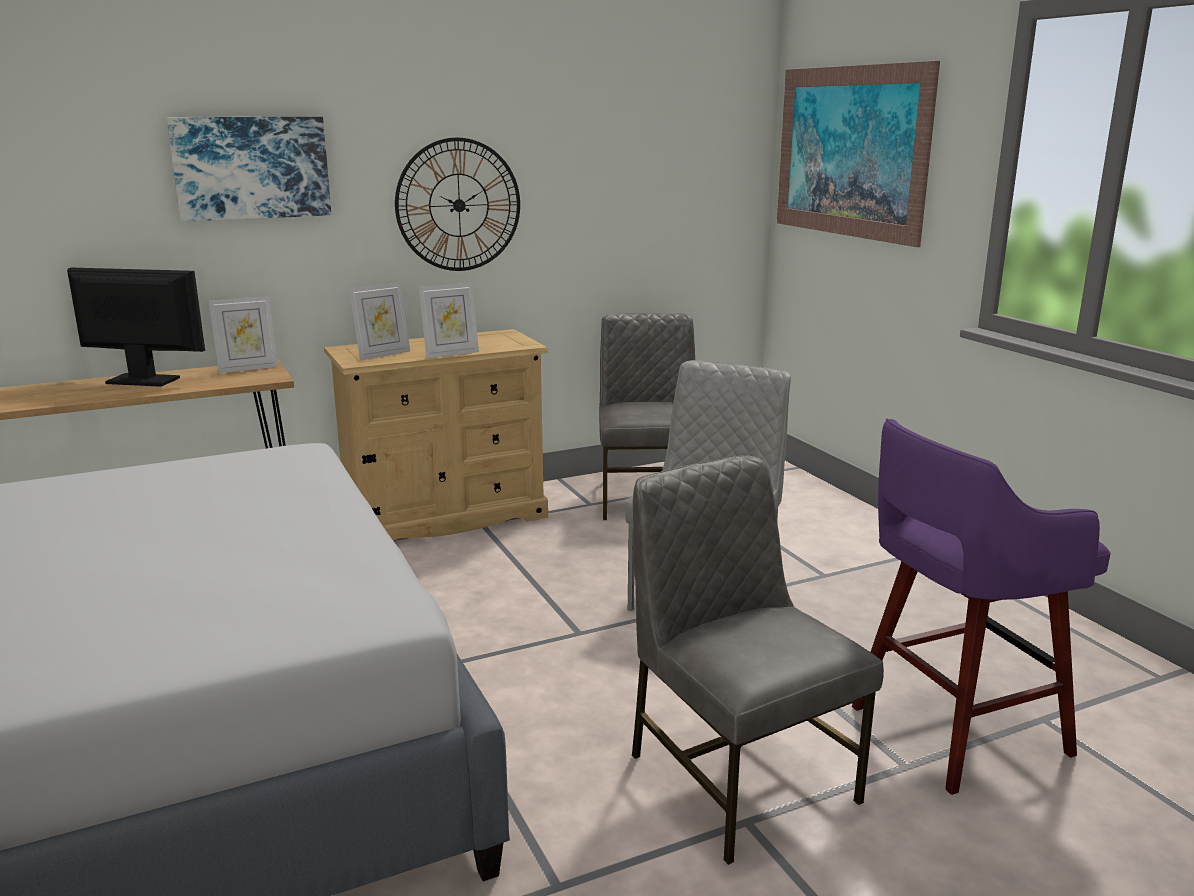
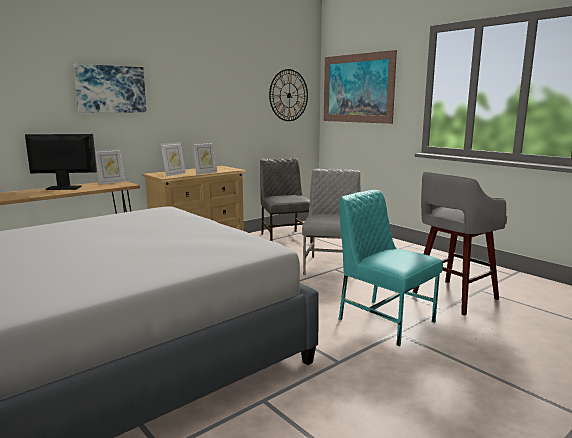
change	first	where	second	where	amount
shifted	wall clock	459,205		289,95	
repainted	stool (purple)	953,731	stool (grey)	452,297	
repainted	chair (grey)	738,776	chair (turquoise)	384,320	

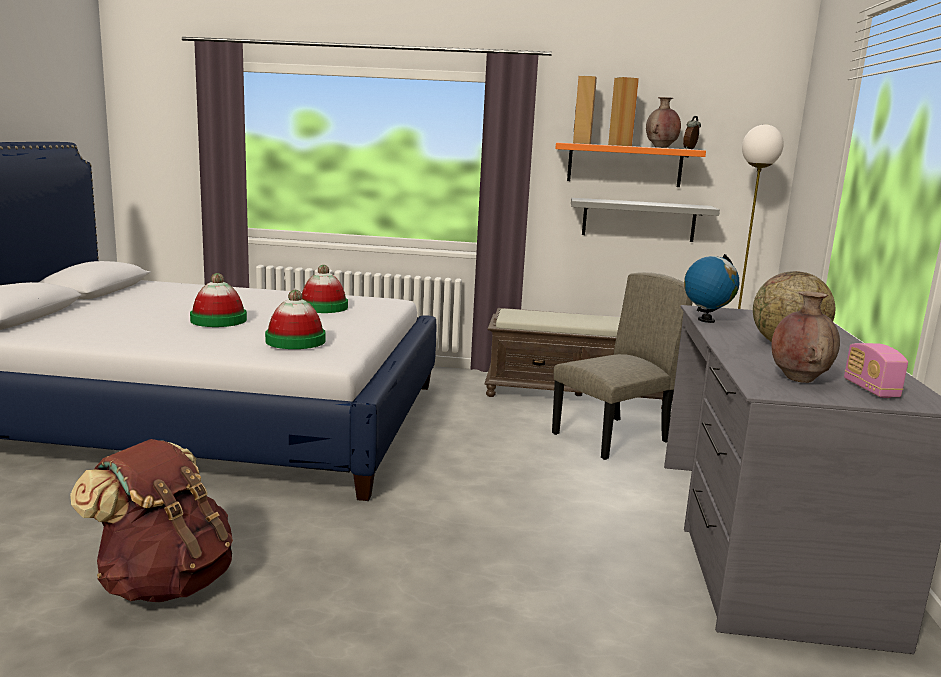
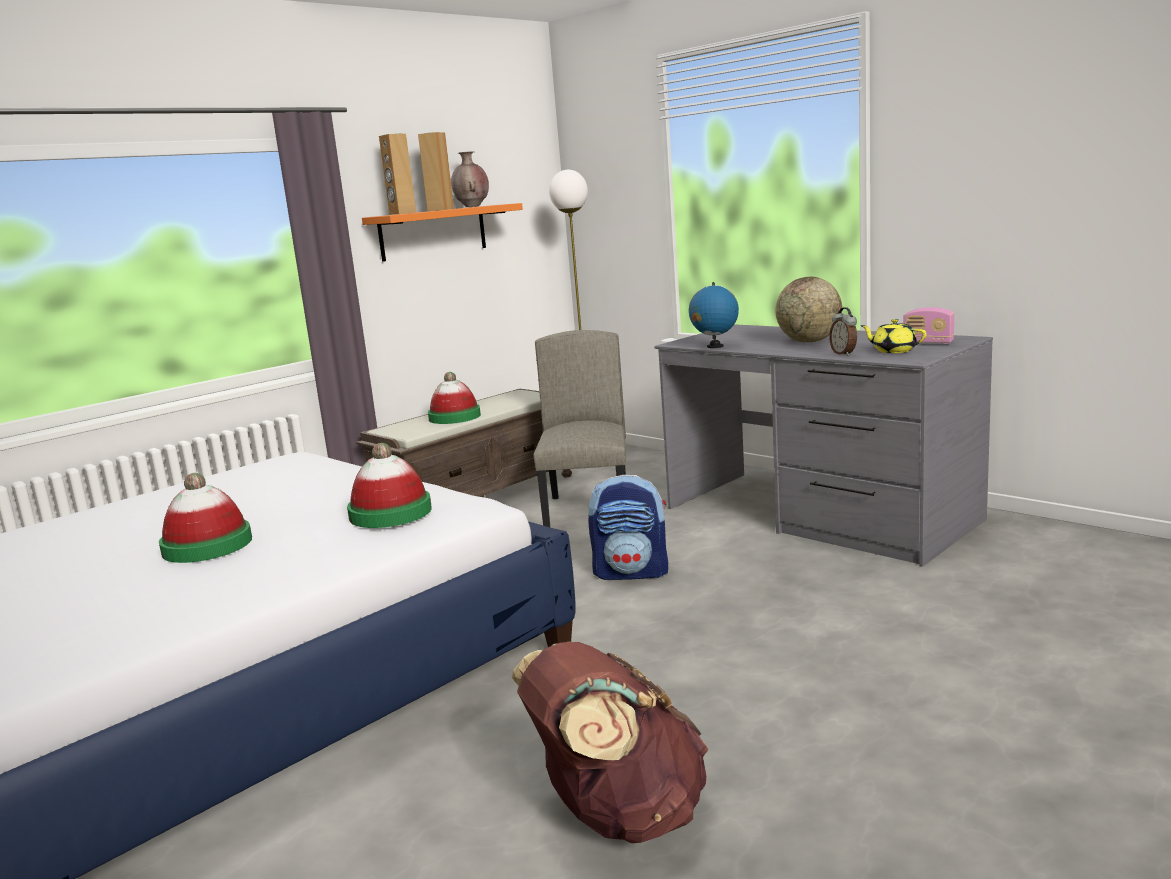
change	first	where	second	where	amount
shifted	alarm clock	690,149		844,354	
gone	shelf (grey)	638,220			
shifted	hat	323,307		454,417	
swapped	vase (brown)	798,379	teapot (yellow)	893,351	
new			backpack	632,572	

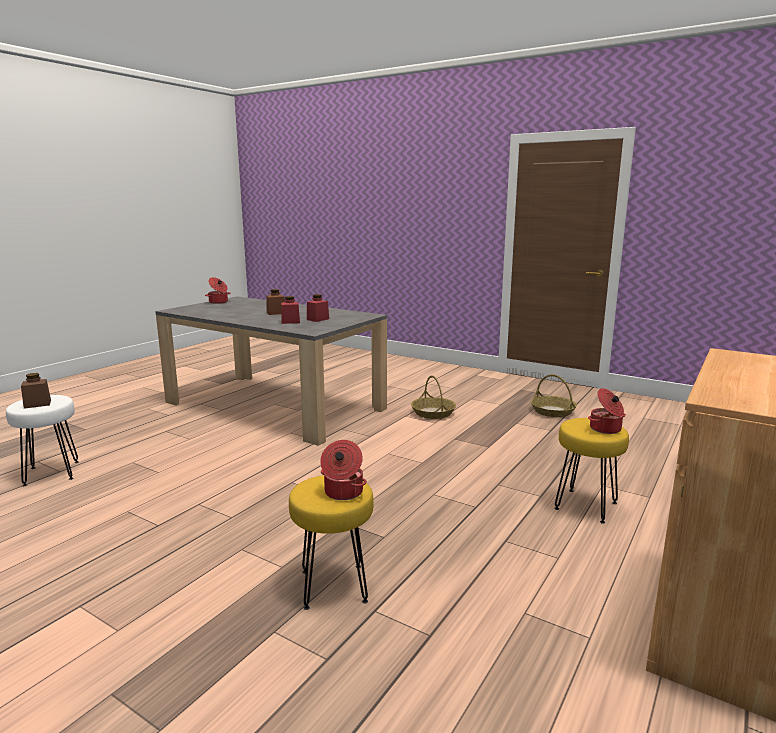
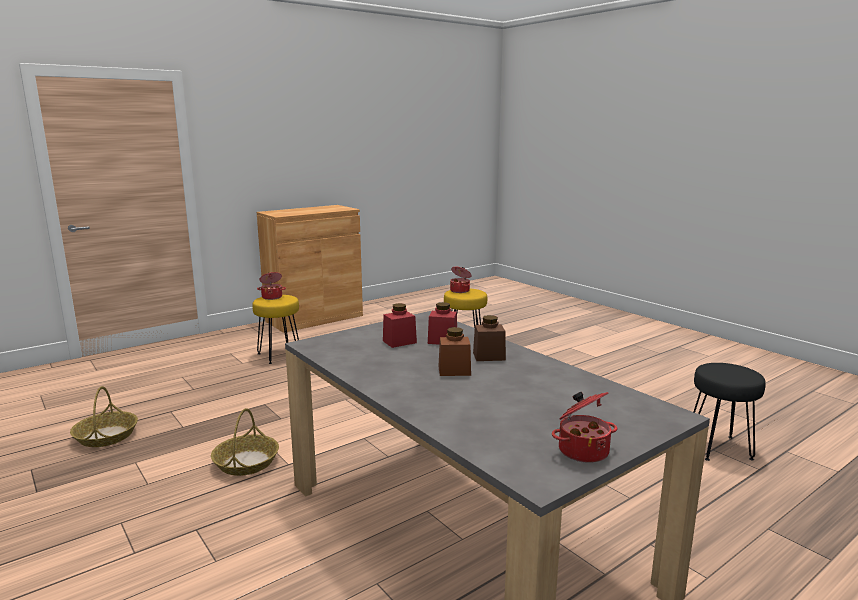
change	first	where	second	where	amount
shifted	jar (brown)	37,404		489,356	
repainted	stool (white)	51,473	stool (black)	720,448	

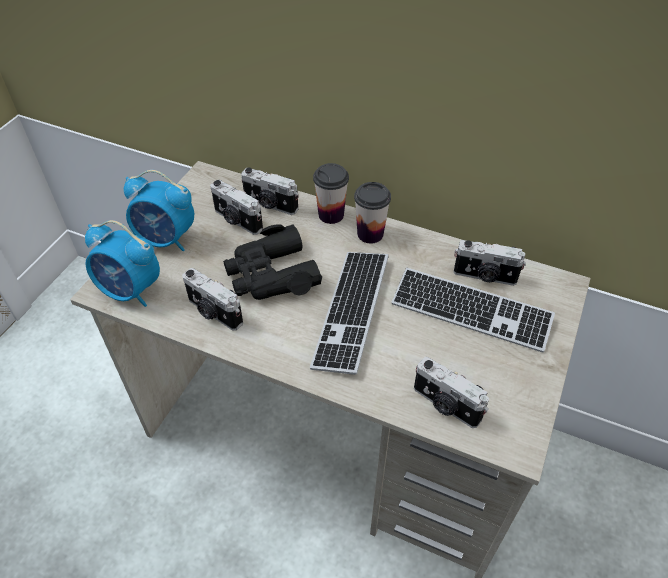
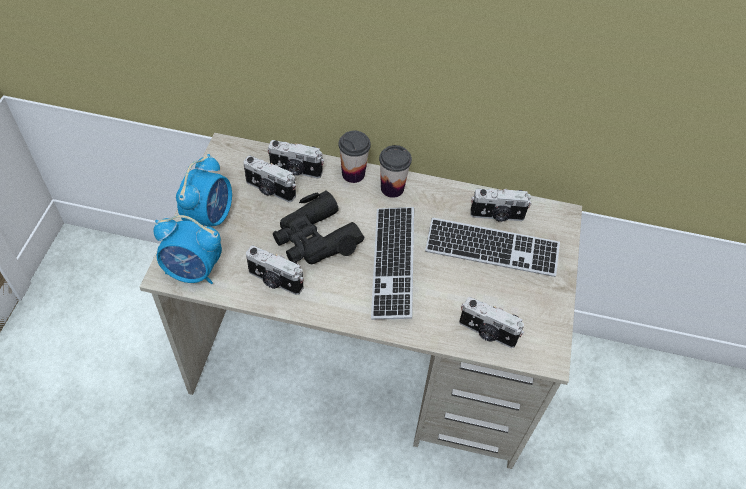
change	first	where	second	where	amount
rotated	alarm clock	166,239		210,217	75 degrees counterclockwise

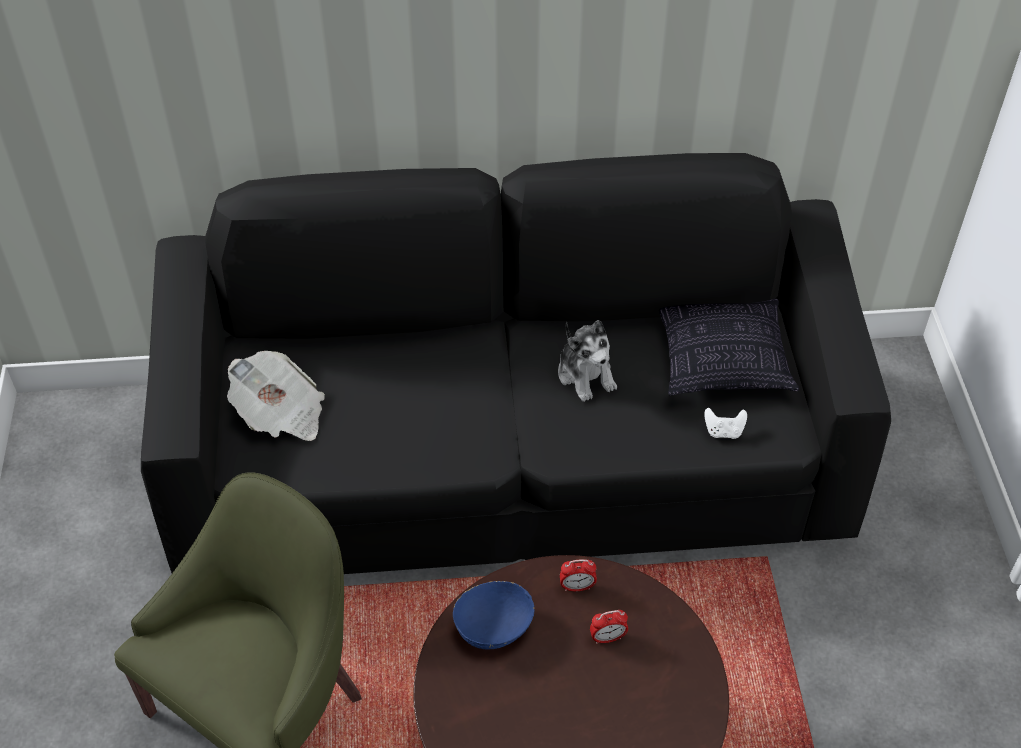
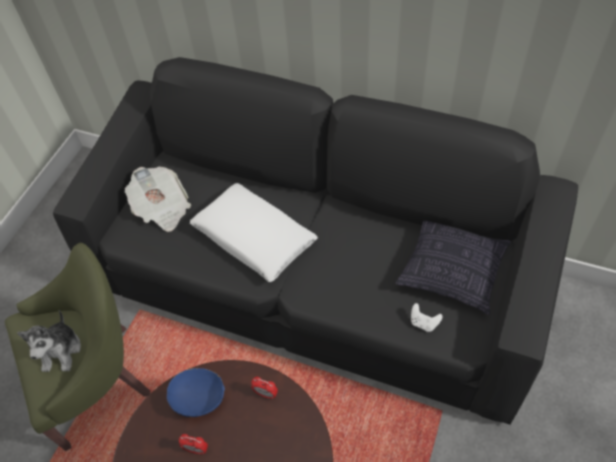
change	first	where	second	where	amount
shifted	plush toy	586,375		61,351	
shifted	alarm clock	607,638		196,449	
new			pillow (white)	254,238	

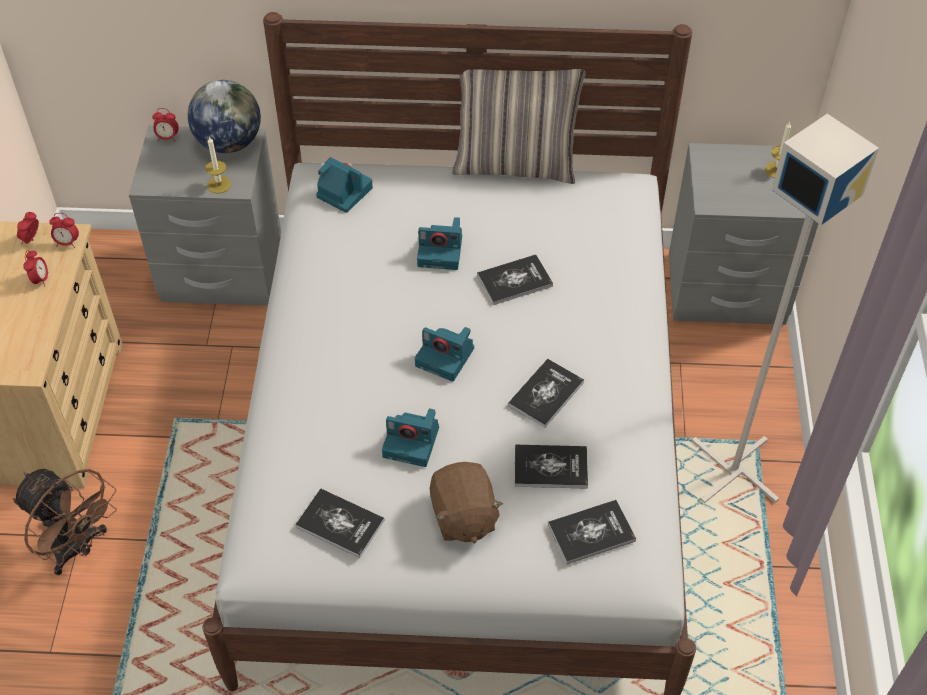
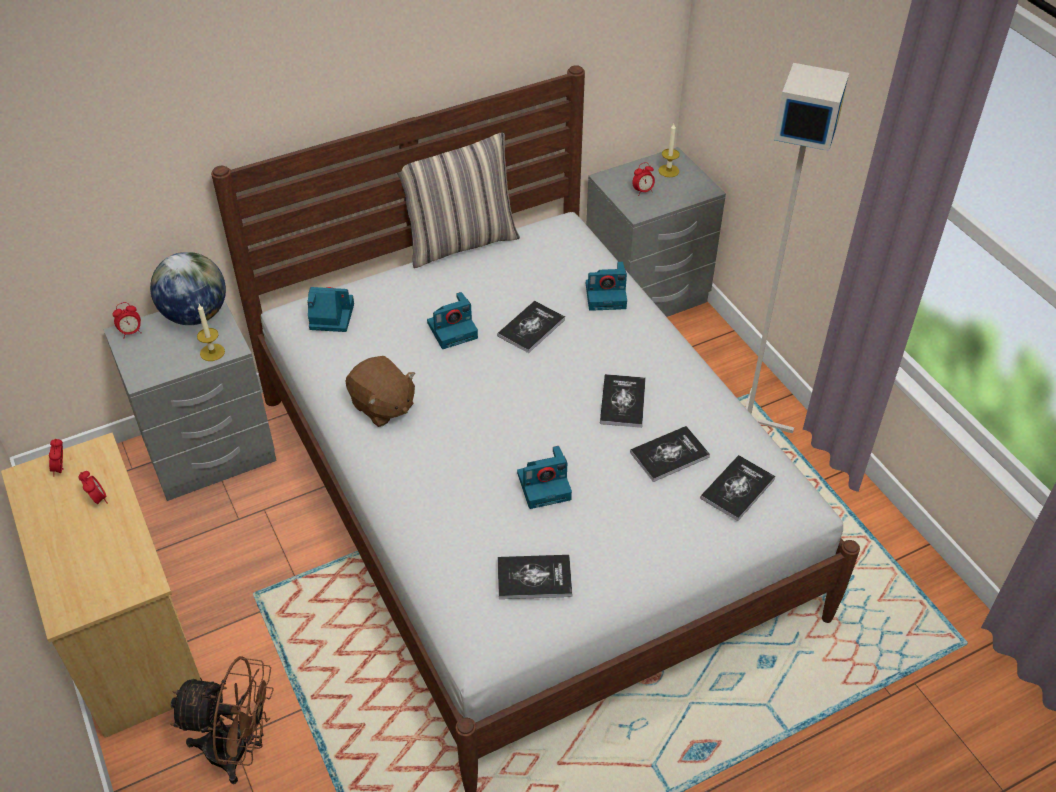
change	first	where	second	where	amount
shifted	alarm clock	67,243		643,191	
shifted	photo camera	446,357		606,295	
shifted	plush toy (brown)	463,516		382,406	

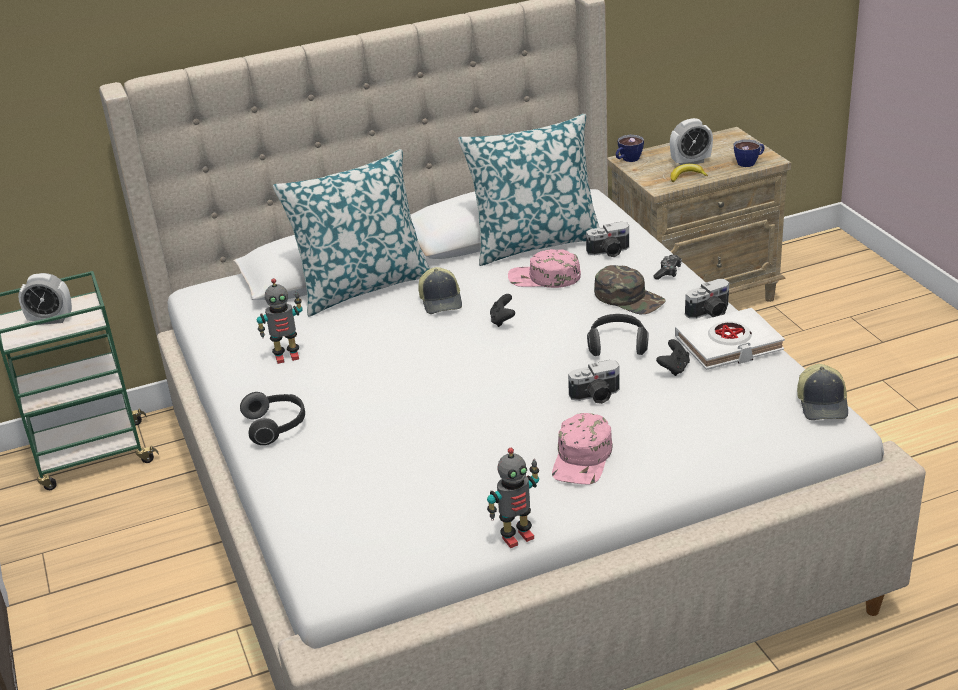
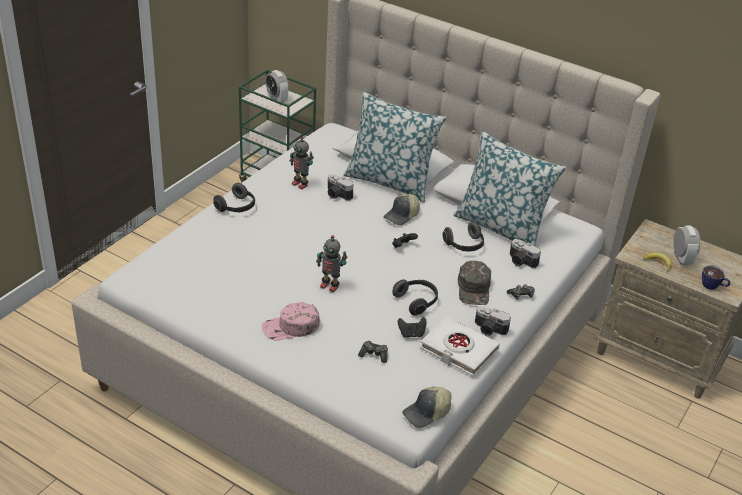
change	first	where	second	where	amount
rotated	alarm clock	690,162		681,258	135 degrees counterclockwise
gone	cup	627,160			
swapped	cap (pink)	544,278	headphones	464,245	
shifted	photo camera	596,396		337,195	
shifted	toy robot	516,537		330,286	
new			game controller	374,355	

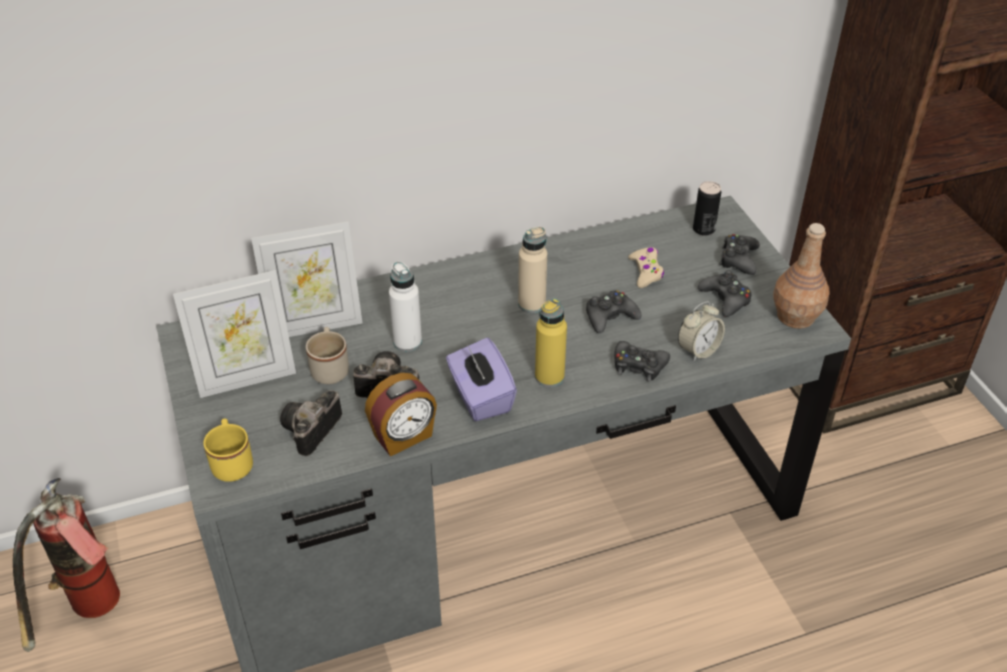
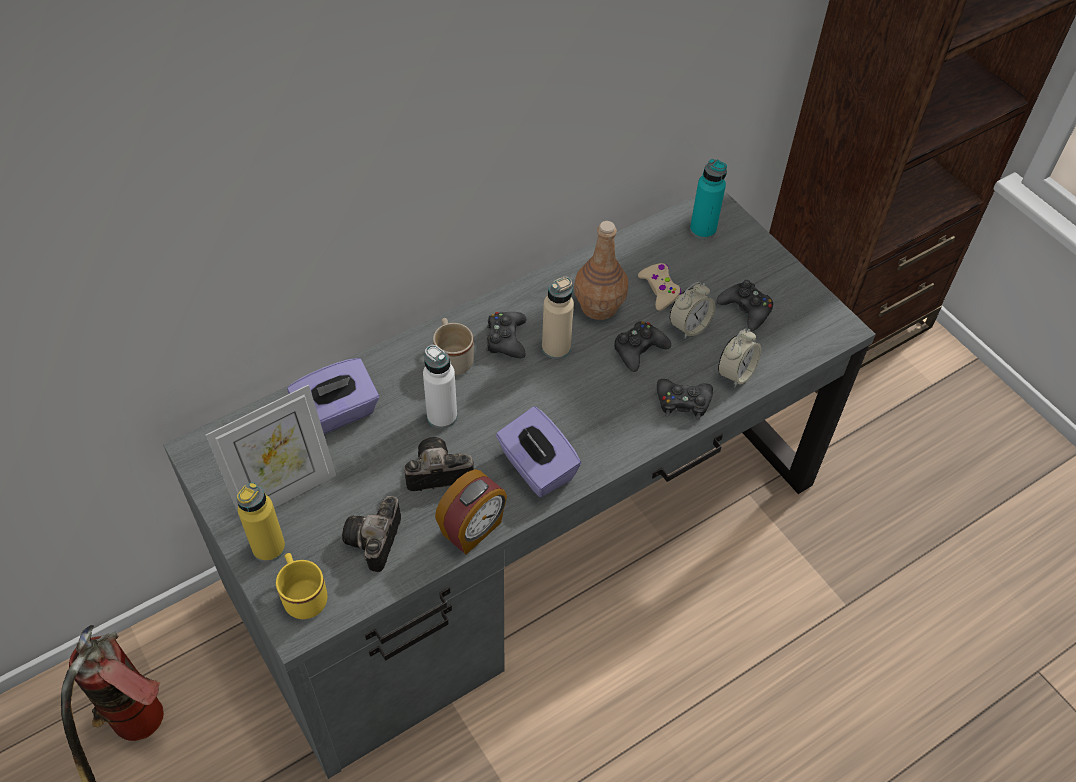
change	first	where	second	where	amount
swapped	can	703,229	bottle (turquoise)	703,230	
swapped	picture frame	315,325	tissue box (purple)	338,413	
shifted	bottle (brown)	796,316		599,305	
shifted	game controller (black)	738,259		506,339	
shifted	bottle (yellow)	549,377		269,547	
shifted	mug (beige)	330,368		452,357	
new			alarm clock	689,326	

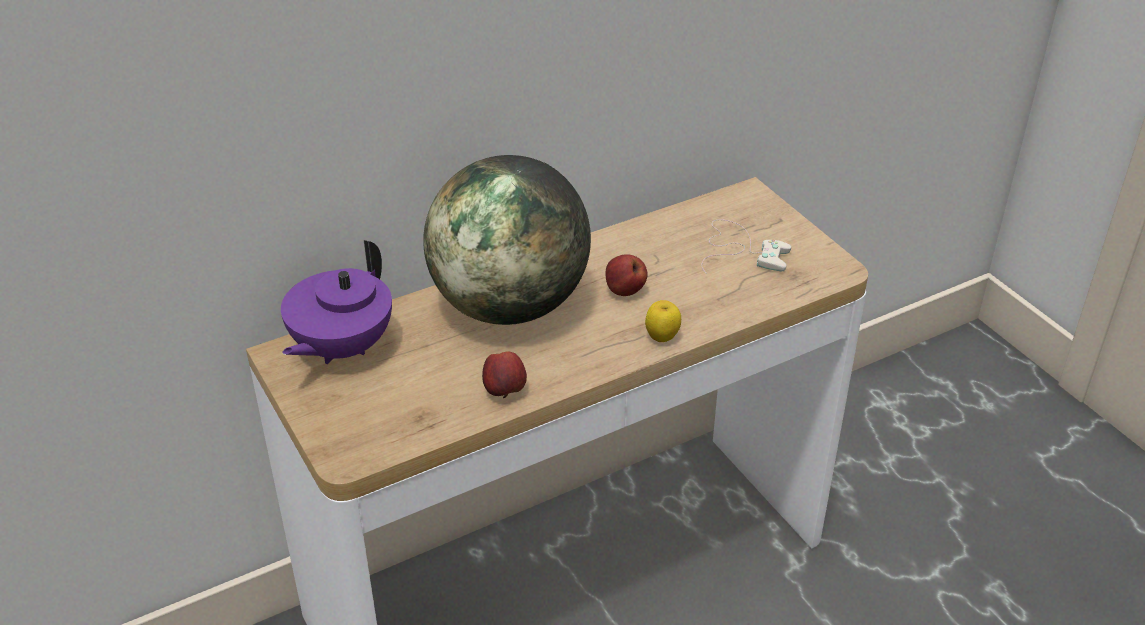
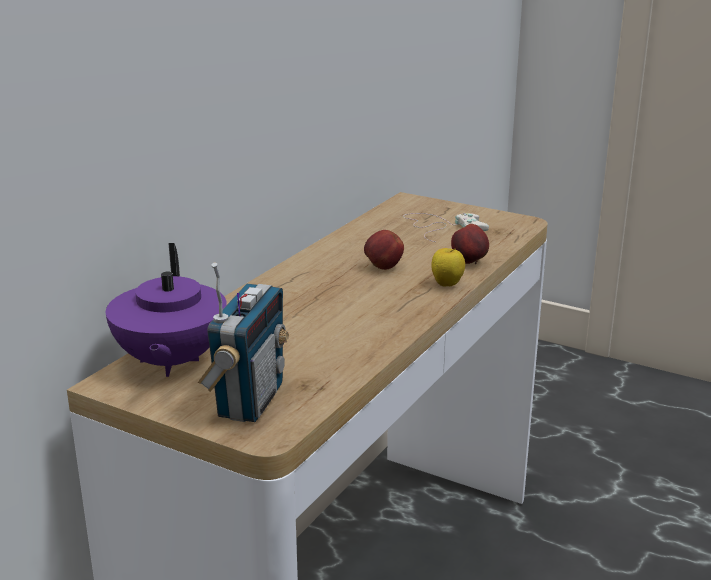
change	first	where	second	where	amount
gone	globe	509,306			
shifted	apple	505,391		470,262	
new			radio	249,401	

